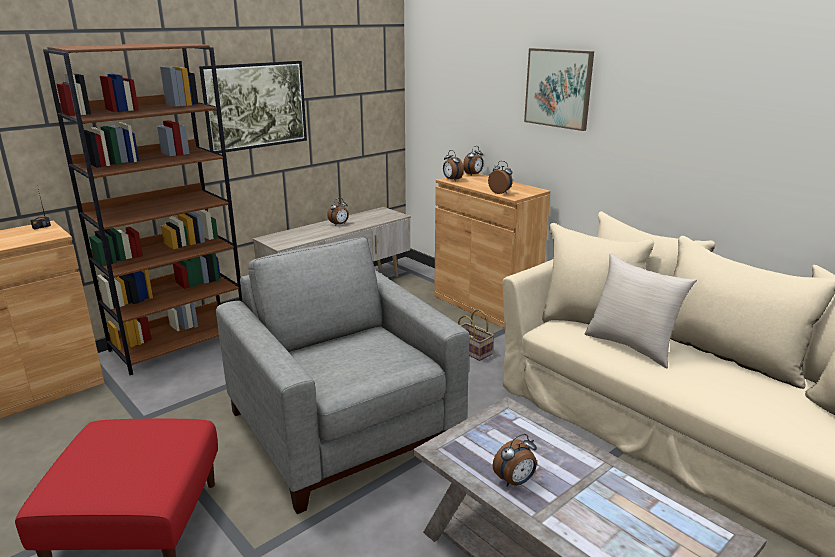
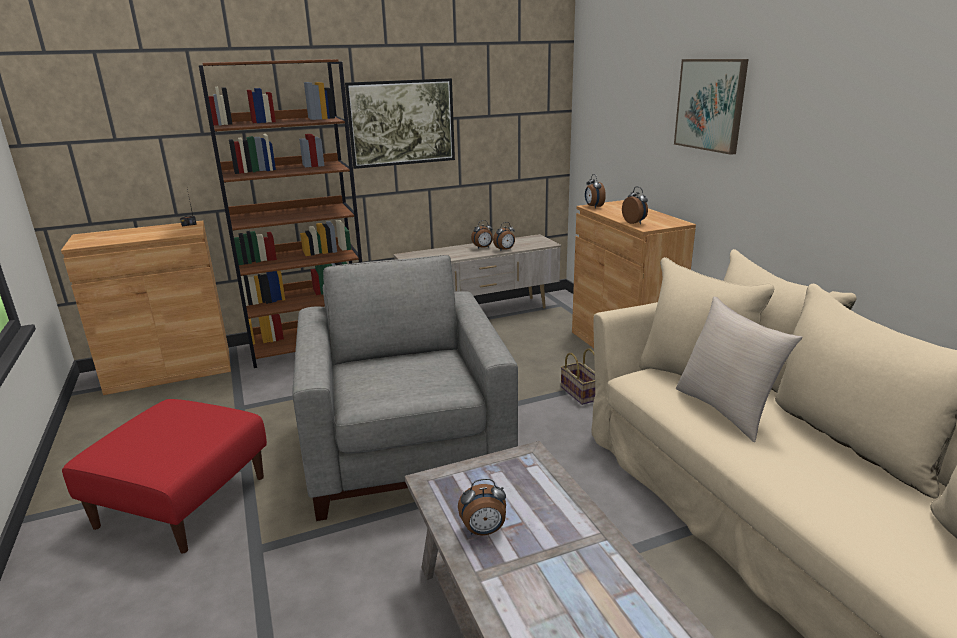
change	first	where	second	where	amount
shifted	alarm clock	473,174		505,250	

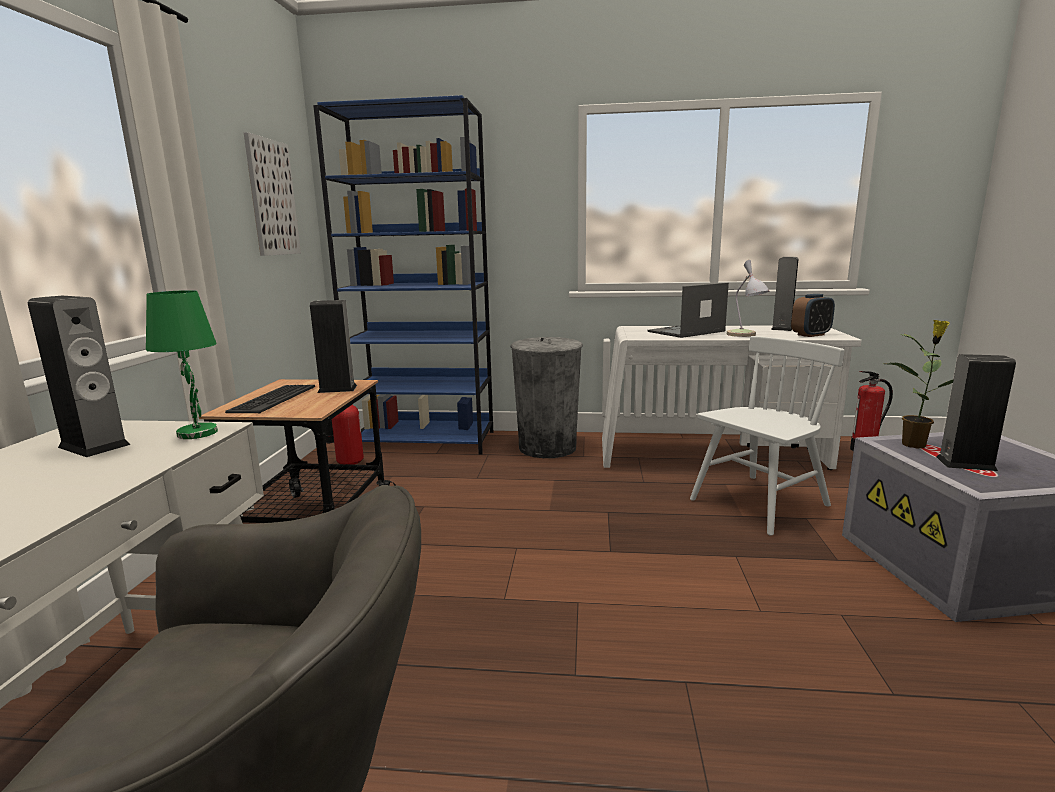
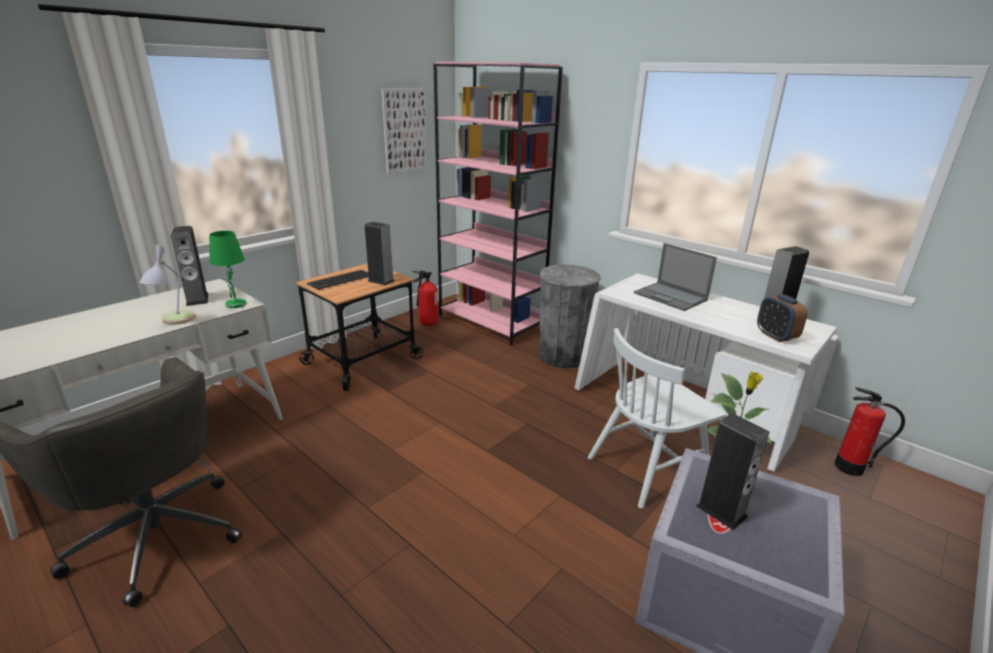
change	first	where	second	where	amount
repainted	bookcase (blue)	426,441	bookcase (pink)	491,321	
shifted	table lamp	745,335		174,321	
rotated	laptop	685,331		671,297	135 degrees counterclockwise
rotated	alarm clock	811,335		775,336	60 degrees clockwise
rotated	chair (white)	759,503		648,468	150 degrees clockwise

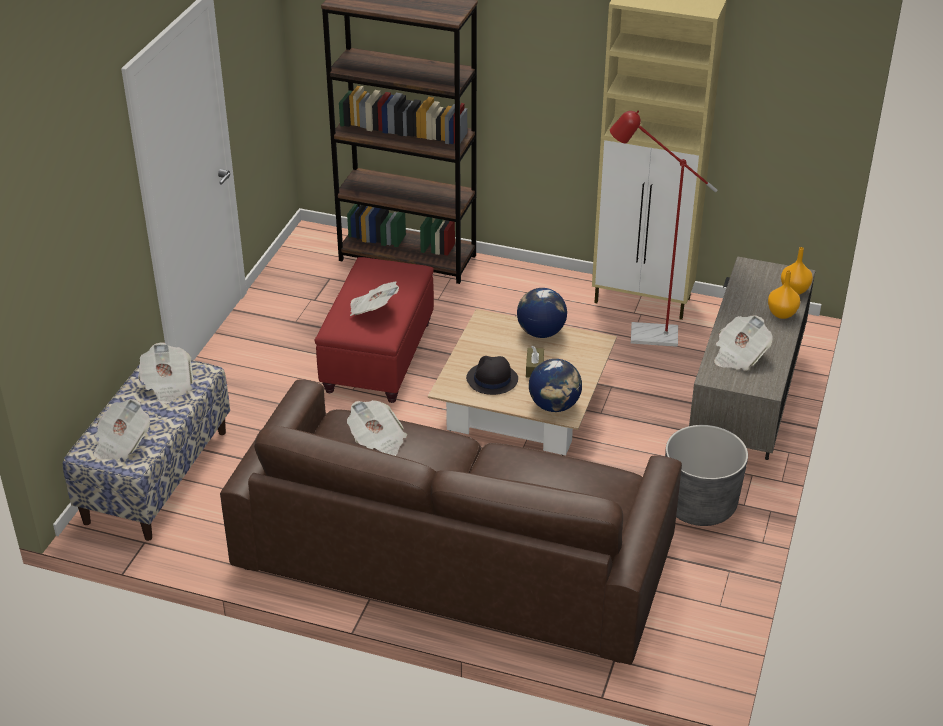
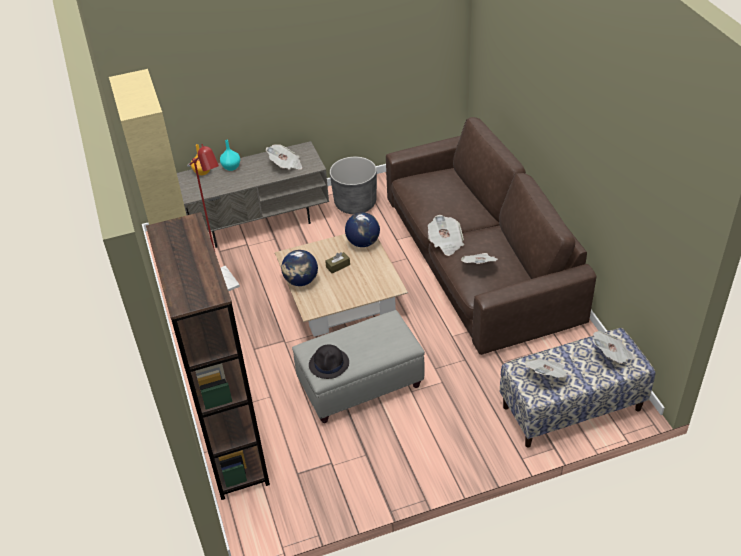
change	first	where	second	where	amount
repainted	ottoman (red)	378,356	ottoman (grey)	360,385	
repainted	vase (orange)	782,314	vase (turquoise)	231,167	
shifted	newspaper	373,310		445,243	
shifted	hat (black)	491,379		329,364	

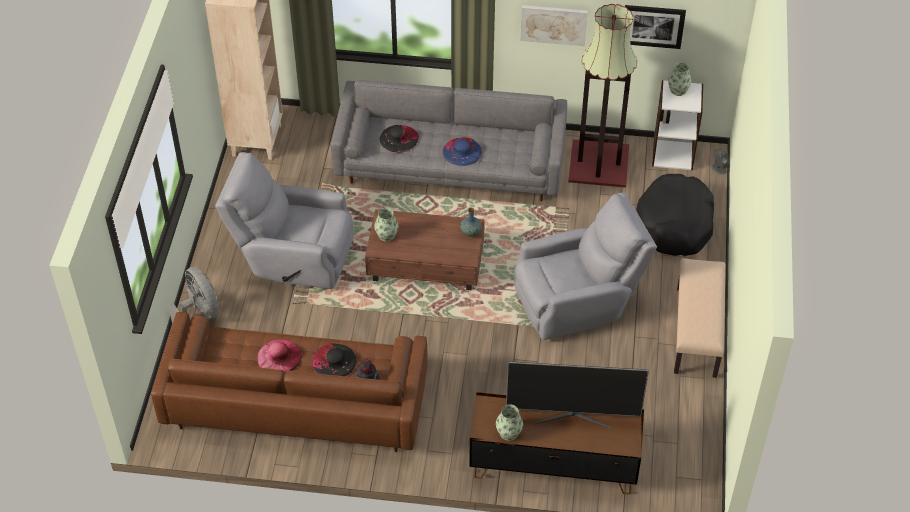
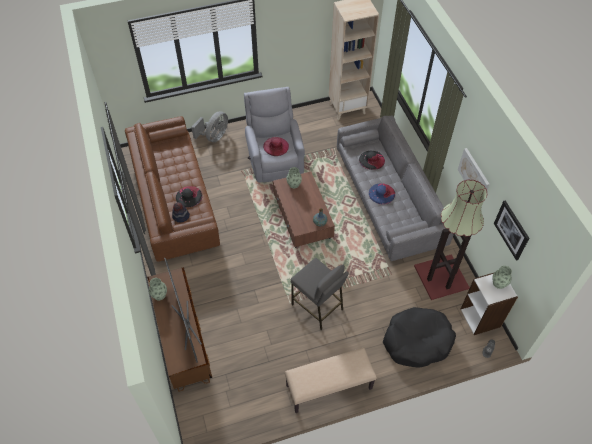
change	first	where	second	where	amount
swapped	armchair (grey)	577,301	stool (grey)	317,307	
shifted	hat (pink)	279,356		276,146	

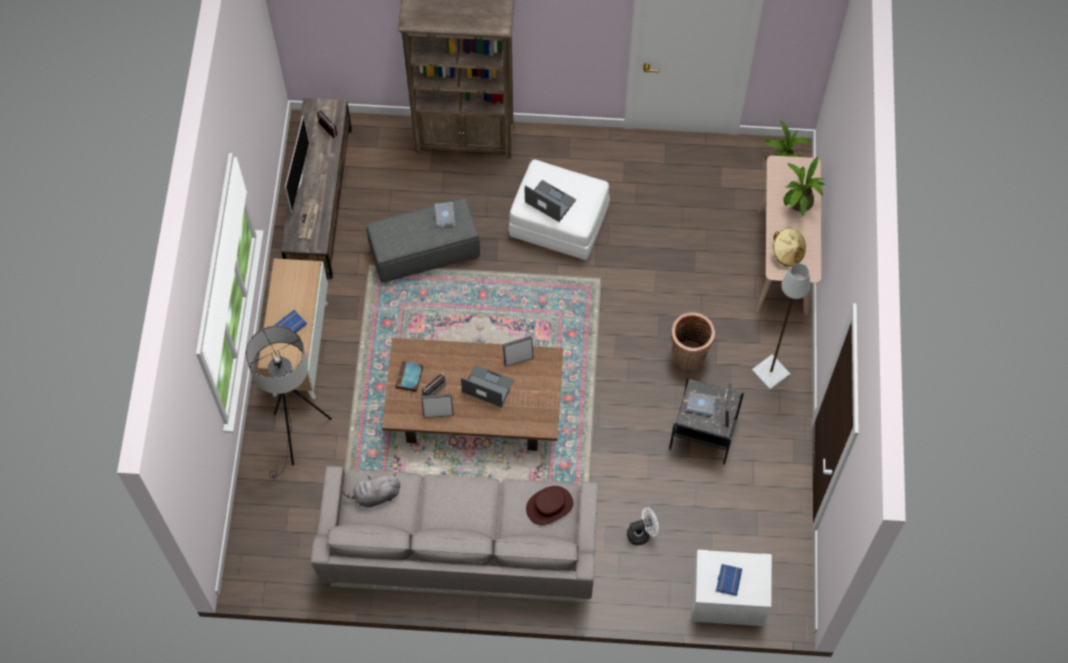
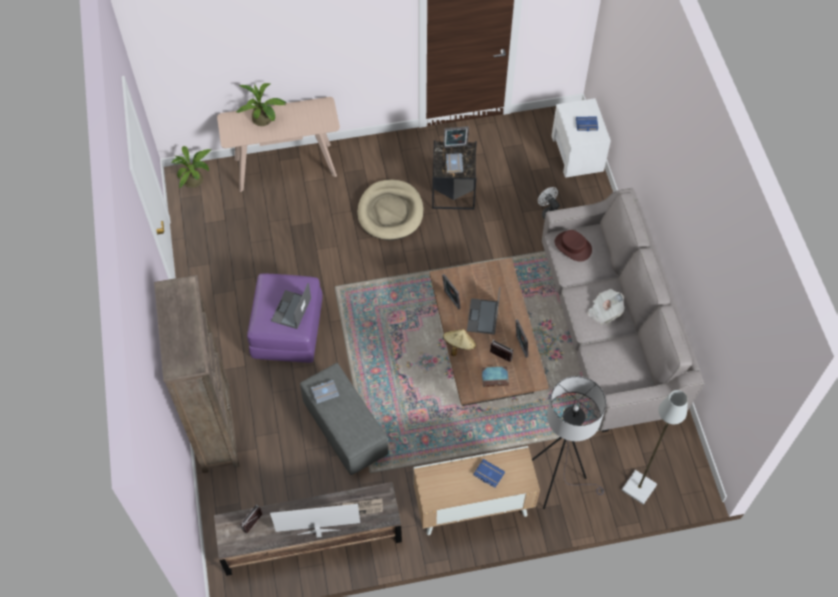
change	first	where	second	where	amount
repainted	ottoman (white)	558,222	ottoman (purple)	288,330	
shifted	hat (beige)	787,252		458,346	
shifted	floor lamp (grey)	769,373		639,488	
swapped	basket	688,357	dog bed (beige)	390,212	
gone	plush toy (grey)	375,495			
new			newspaper	604,311	

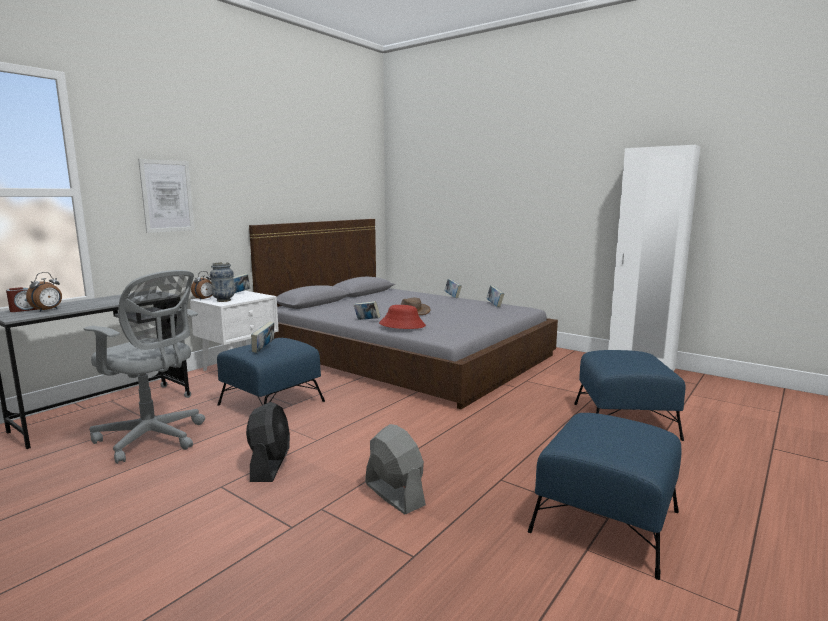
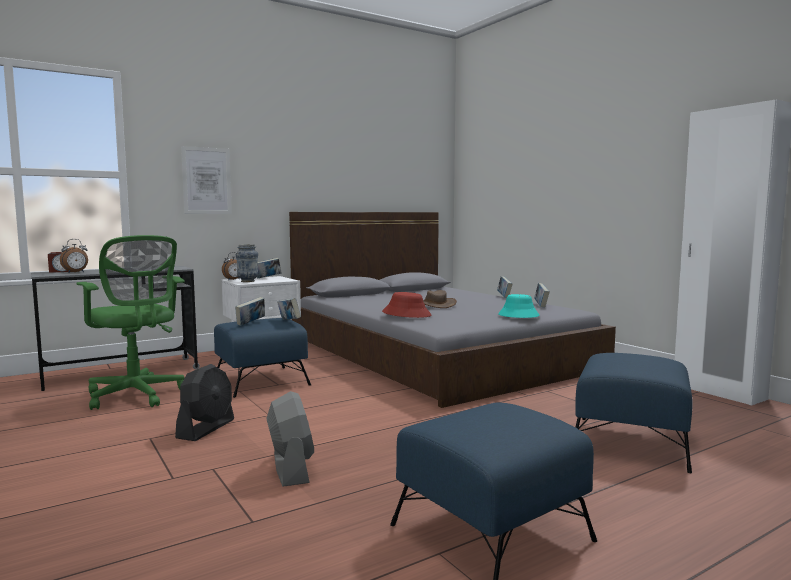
change	first	where	second	where	amount
repainted	office chair (grey)	153,438	office chair (green)	137,396	
shifted	book	367,321		289,321	
new			hat (turquoise)	518,315	

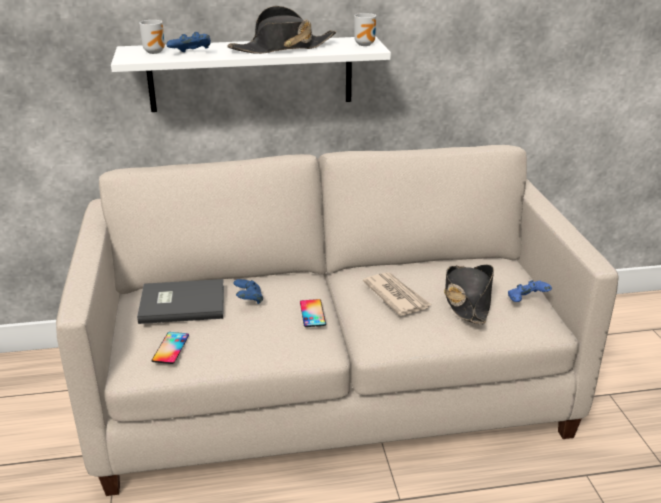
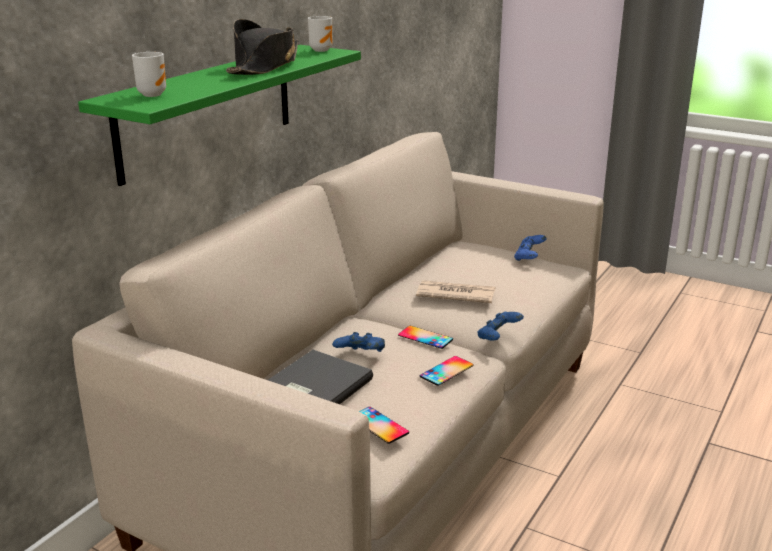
change	first	where	second	where	amount
shifted	game controller (blue)	191,54		498,338	
repainted	shelf (white)	251,74	shelf (green)	208,110	
gone	hat (black)	467,300			
new			phone	446,371	

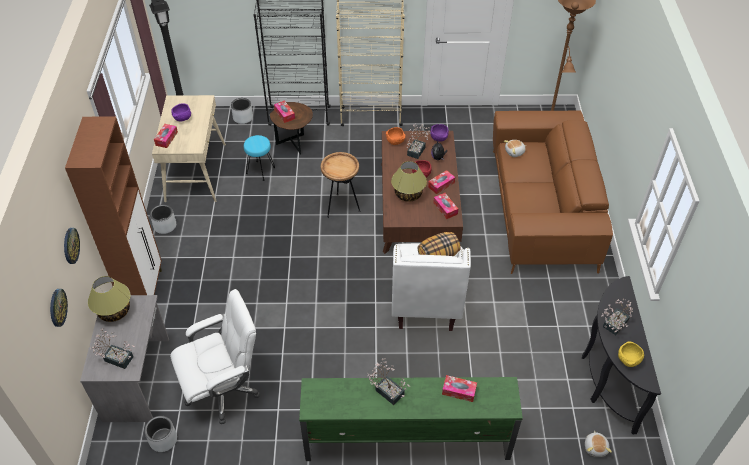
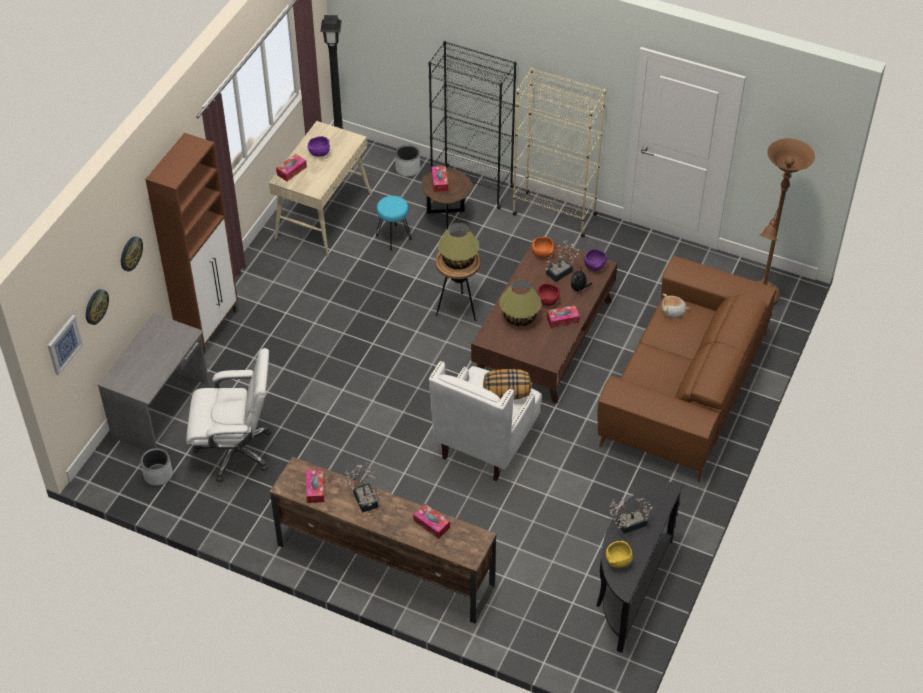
change	first	where	second	where	amount
shifted	tissue box	445,208		315,489	
gone	planter (grey)	165,226			
shifted	table lamp	115,311		458,261	
gone	potted plant	116,357			
repainted	tv stand (green)	406,440	tv stand (brown)	384,565	
gone	plush toy	596,447			
new			picture	64,344	

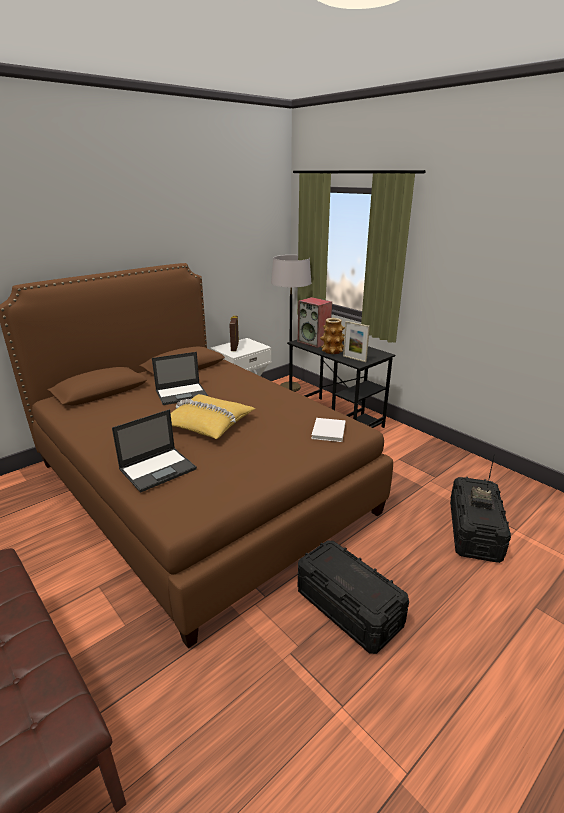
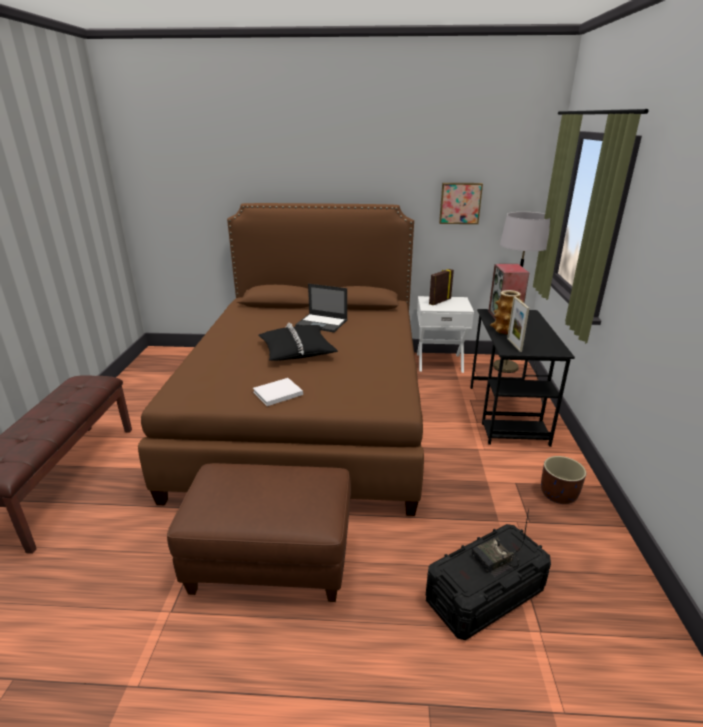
change	first	where	second	where	amount
repainted	pillow (yellow)	207,424	pillow (black)	296,350	
gone	laptop	158,469			
shifted	book (white)	328,432		276,393	
swapped	storage box (black)	348,607	ottoman (brown)	272,559	
new			picture	460,203	
new			planter (brown)	558,494	

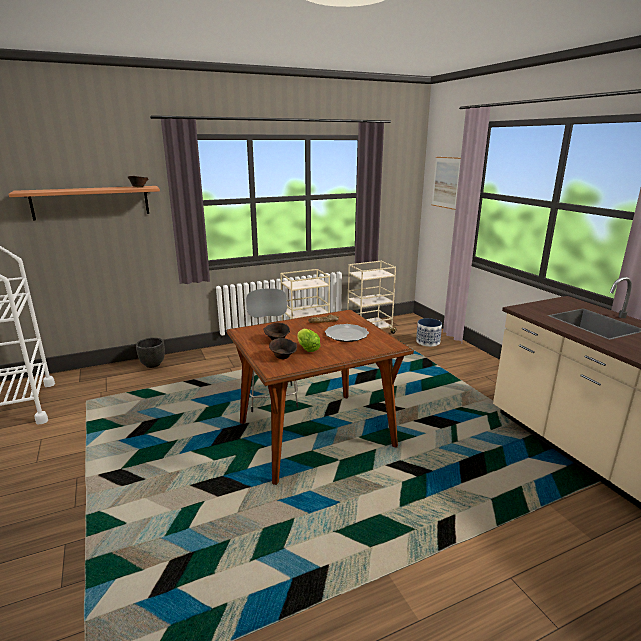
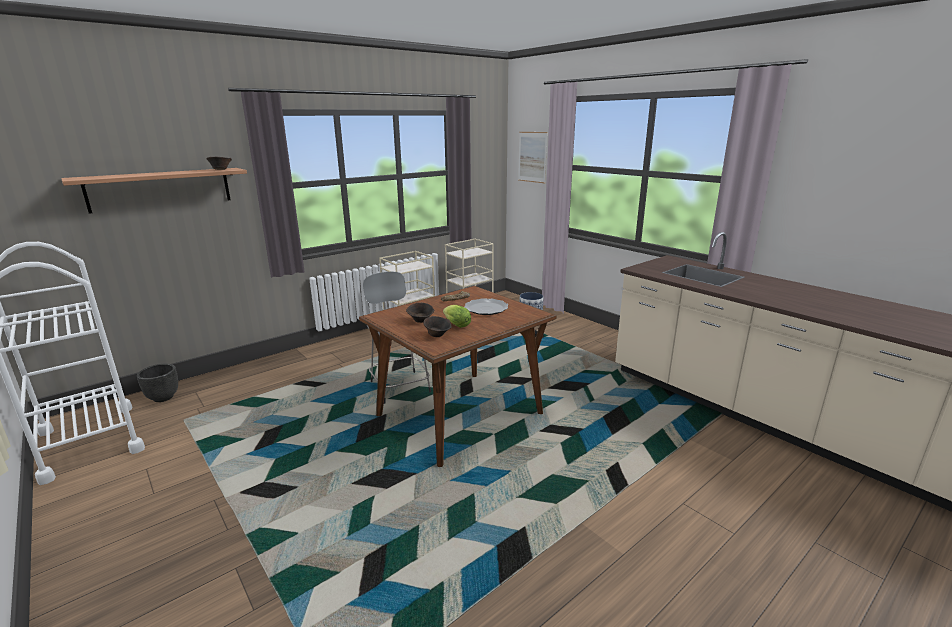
change	first	where	second	where	amount
shifted	planter (black)	153,364		163,397	

